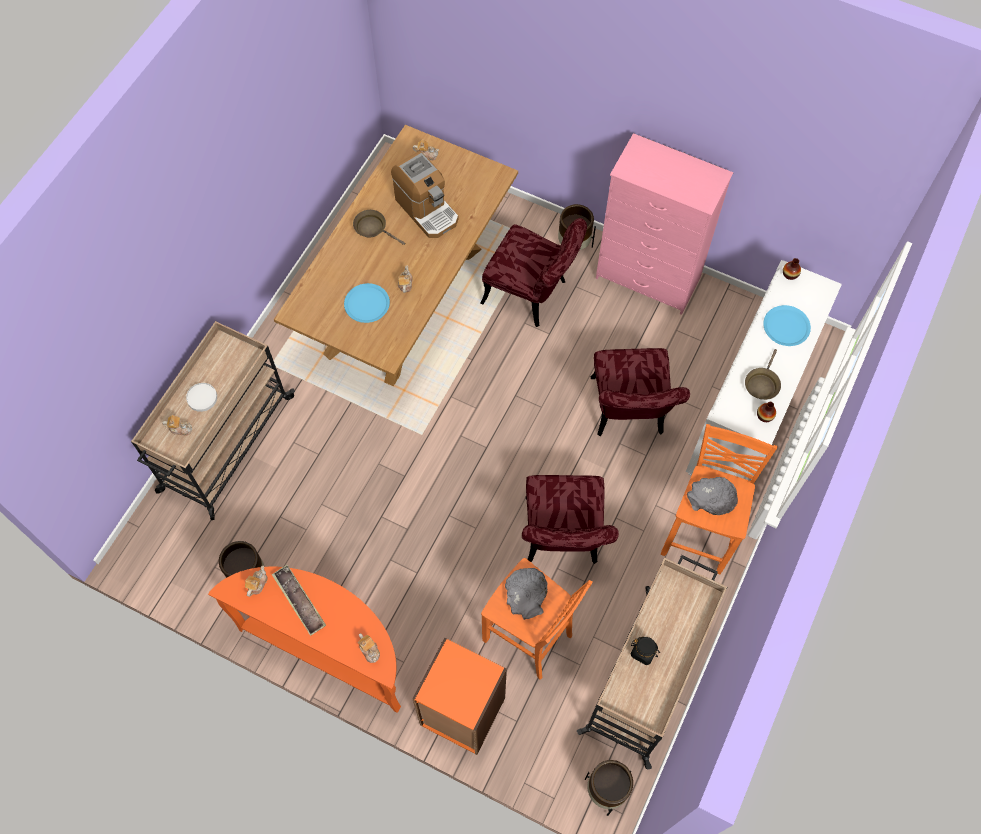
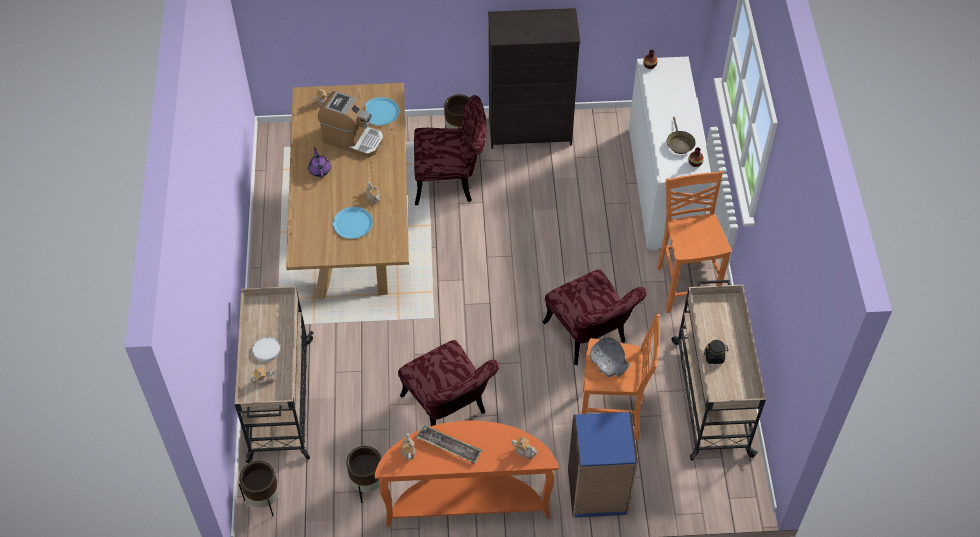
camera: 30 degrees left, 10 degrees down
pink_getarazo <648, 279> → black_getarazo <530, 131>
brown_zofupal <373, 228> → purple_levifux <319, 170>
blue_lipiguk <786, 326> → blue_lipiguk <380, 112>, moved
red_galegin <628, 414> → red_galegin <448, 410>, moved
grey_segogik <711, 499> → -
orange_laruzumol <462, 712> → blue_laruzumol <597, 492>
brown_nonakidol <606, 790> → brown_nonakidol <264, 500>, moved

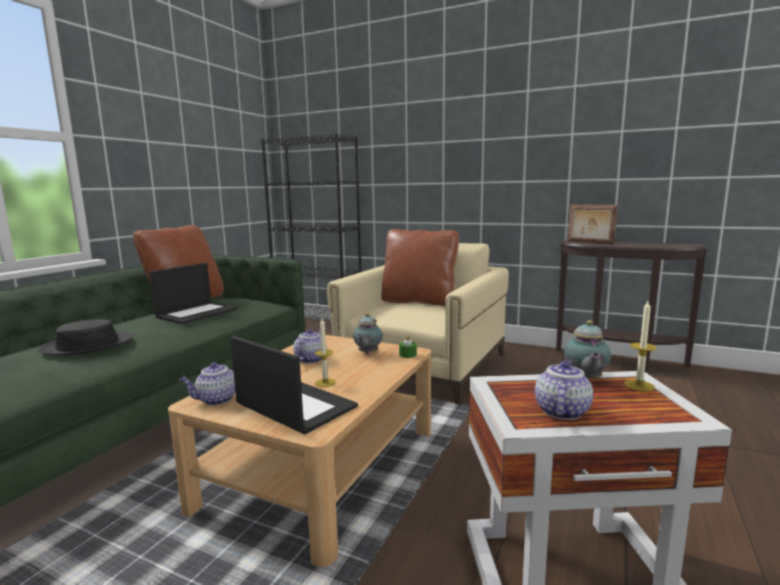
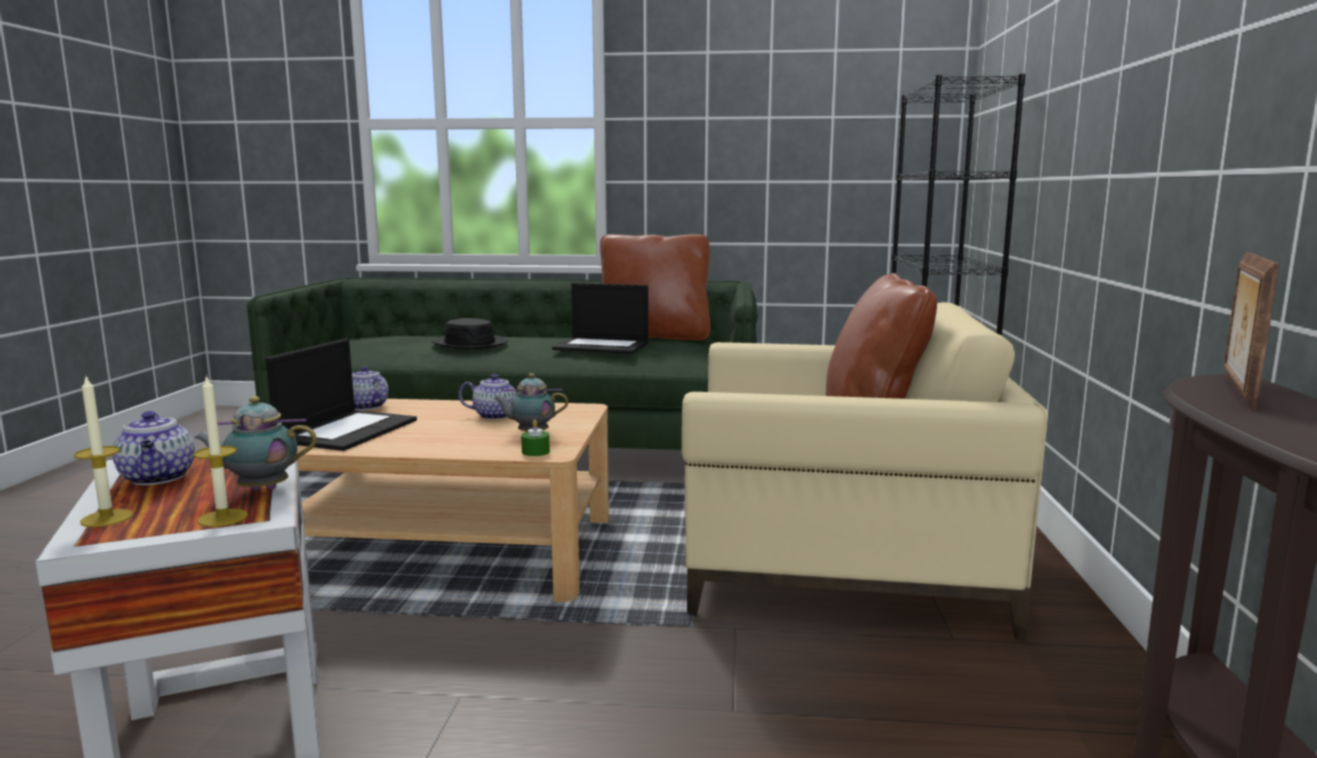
camera: 70 degrees right, 0 degrees up
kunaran <325, 383> → kunaran <107, 518>, moved
levifux <561, 411> → levifux <158, 478>, 60 degrees clockwise

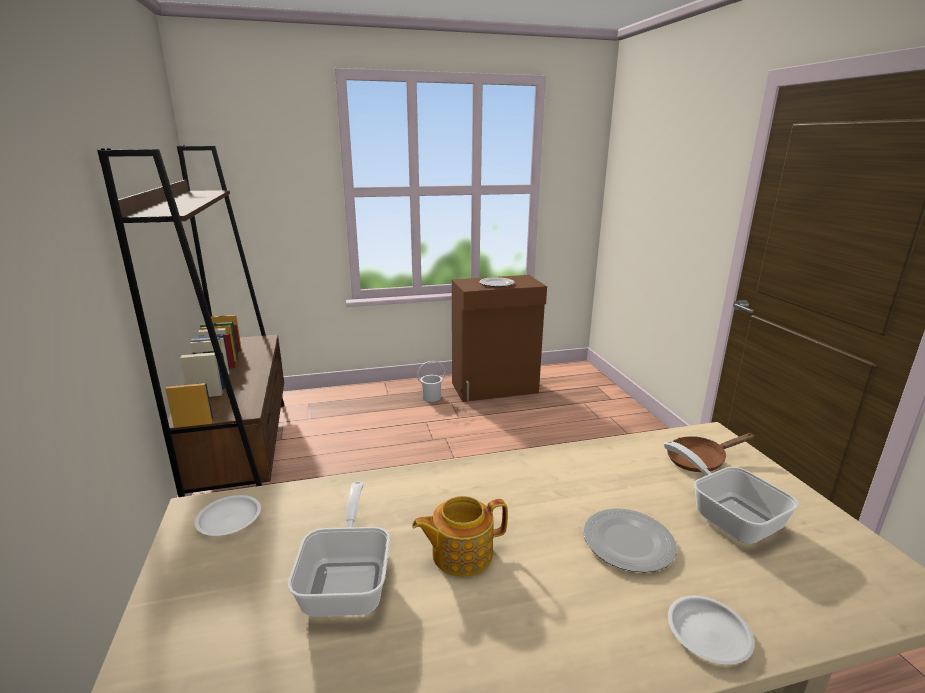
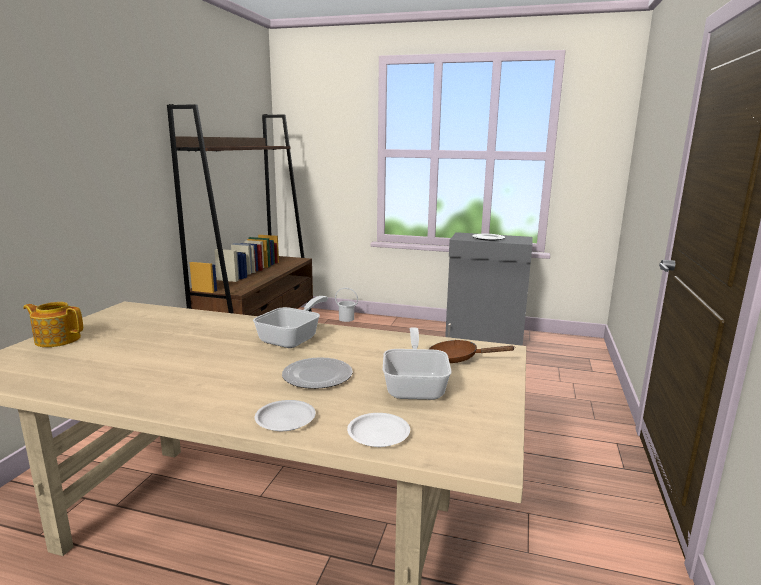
camera: 30 degrees right, 5 degrees down
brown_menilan <495, 388> → grey_menilan <484, 339>
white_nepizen <432, 397> → white_nepizen <346, 319>, moved
zofupal <349, 580> → zofupal <294, 338>, moved
white_lipiguk <229, 518> → white_lipiguk <378, 433>, moved
levifux <460, 553> → levifux <57, 339>, moved

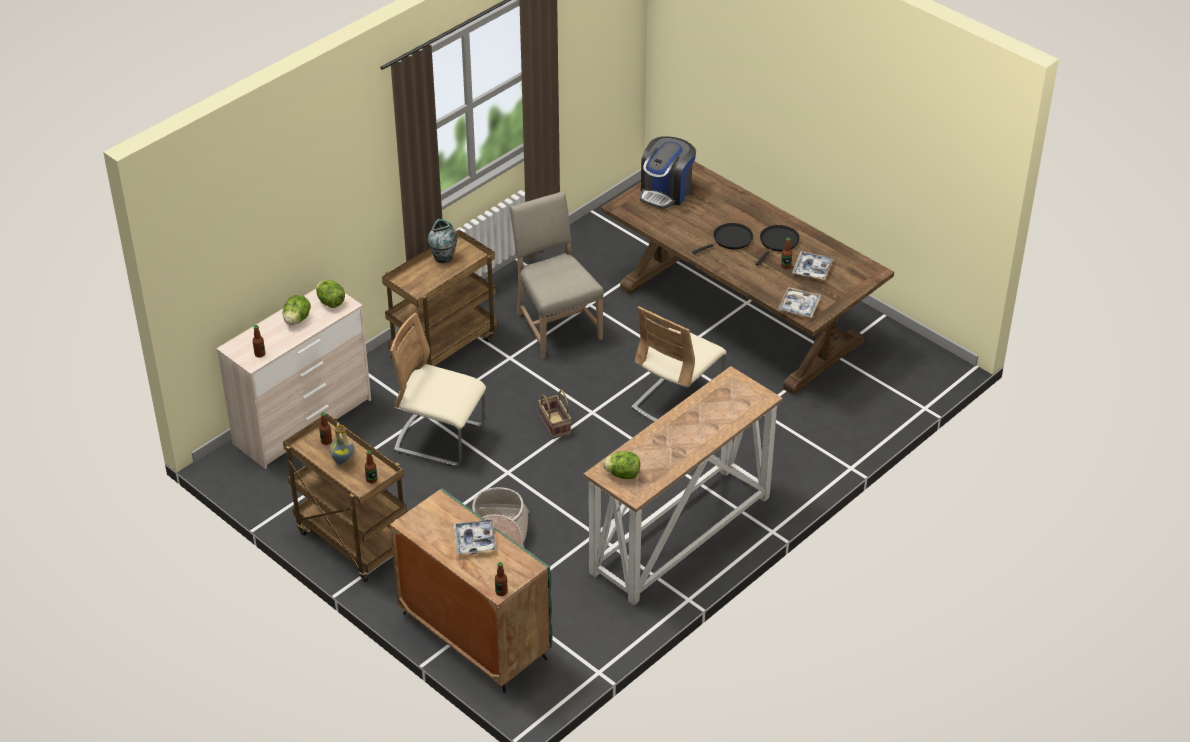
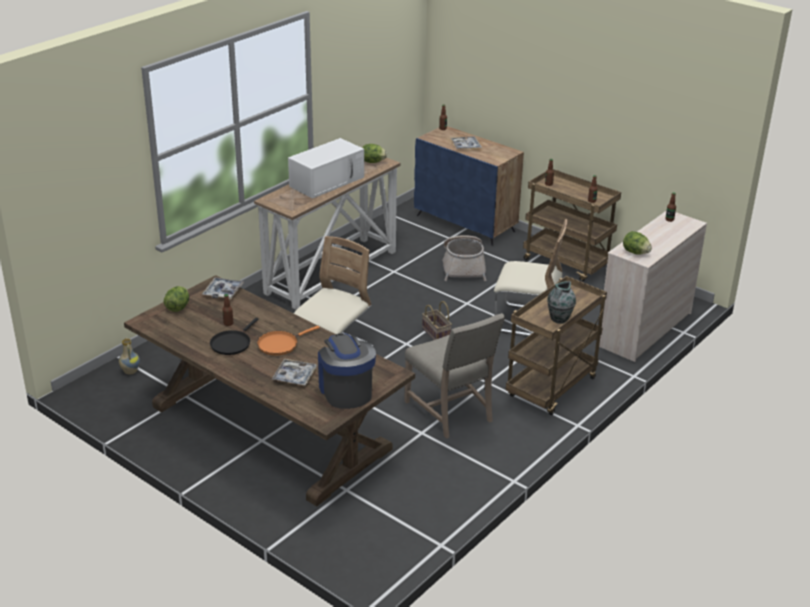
camera: 175 degrees right, 10 degrees down
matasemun <666, 191> → matasemun <346, 390>, 45 degrees counterclockwise
black_zofupal <730, 240> → orange_zofupal <280, 344>
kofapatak <812, 269> → kofapatak <294, 376>, moved
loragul <297, 319> → loragul <178, 307>, moved
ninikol <344, 462> → ninikol <130, 371>, moved
green_menilan <473, 635> → blue_menilan <466, 223>
- → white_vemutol <327, 181>

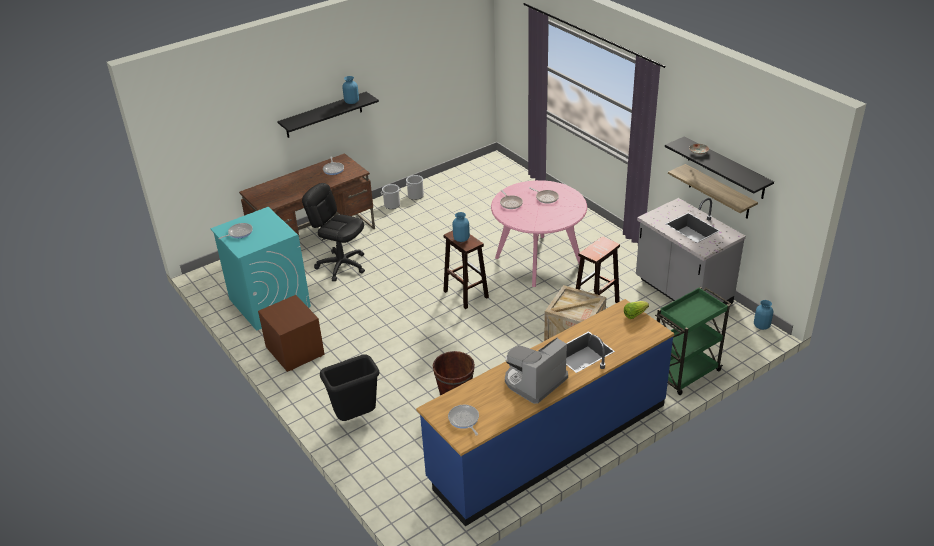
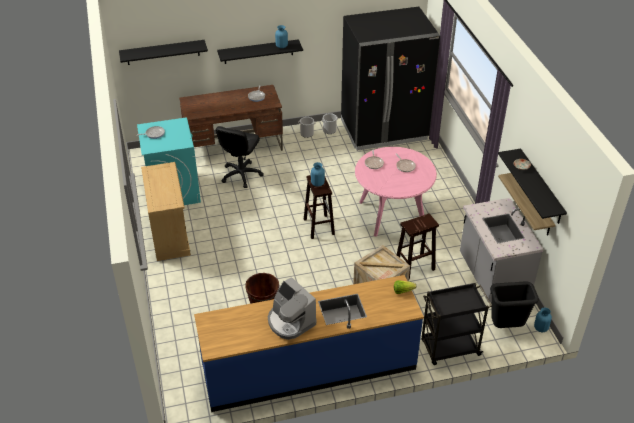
camera: 20 degrees right, 5 degrees up
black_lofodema <341, 265> → black_lofodema <241, 175>, 120 degrees counterclockwise
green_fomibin <684, 374> → black_fomibin <449, 348>
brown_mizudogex <294, 351> → beige_getarazo <170, 234>
matasemun <534, 382> → matasemun <290, 322>, 105 degrees counterclockwise
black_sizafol <355, 418> → black_sizafol <506, 327>, moved
zofupal <464, 420> → -
- → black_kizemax <384, 130>
- → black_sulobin <163, 52>

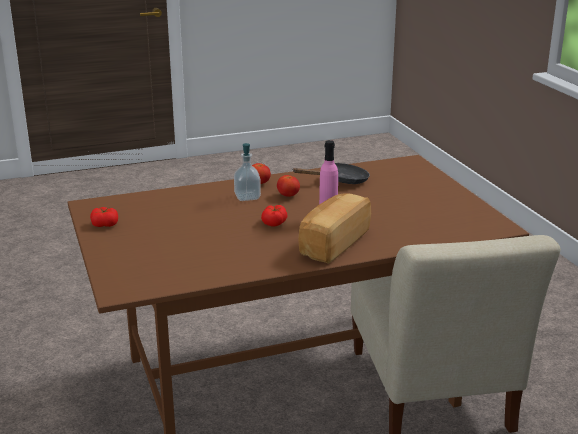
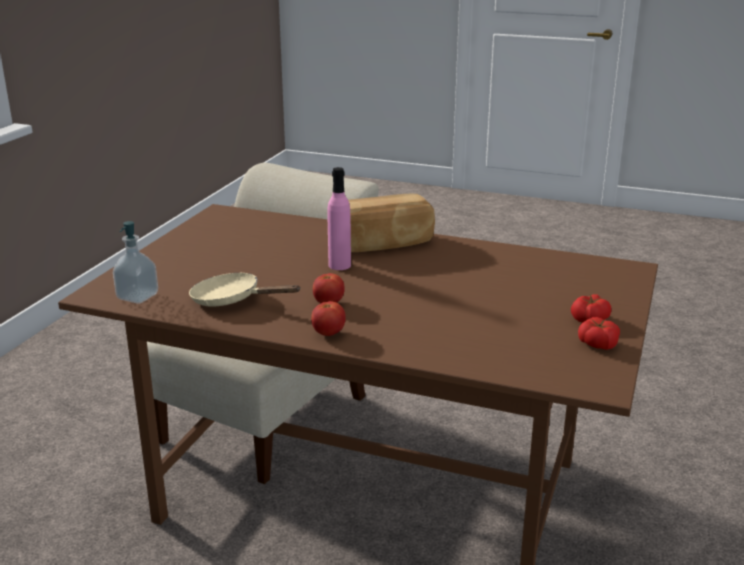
camera: 140 degrees left, 0 degrees up
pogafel <247, 197> → pogafel <137, 297>, moved
black_zofupal <340, 180> → beige_zofupal <232, 300>
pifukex <274, 222> → pifukex <589, 319>, moved

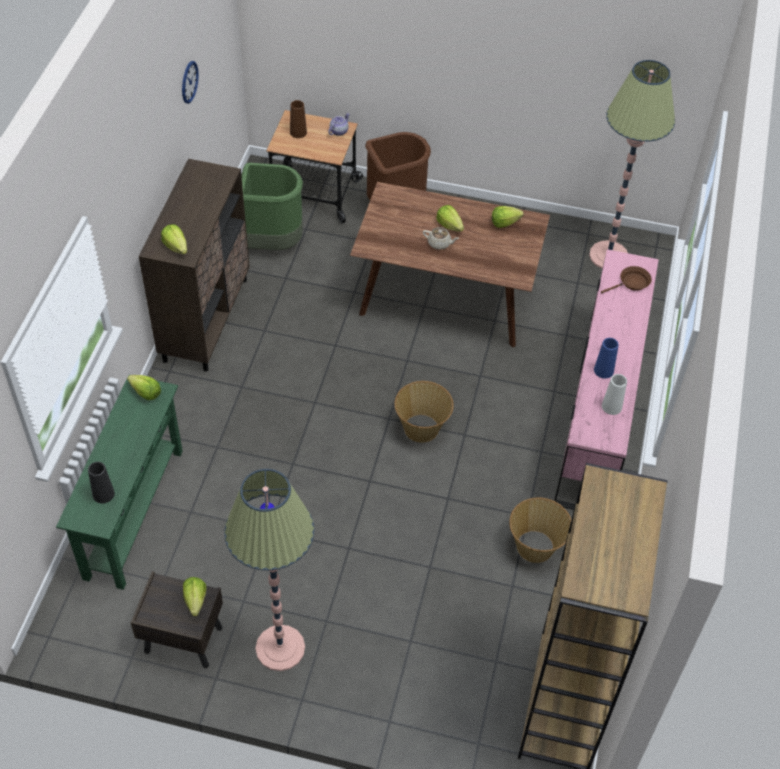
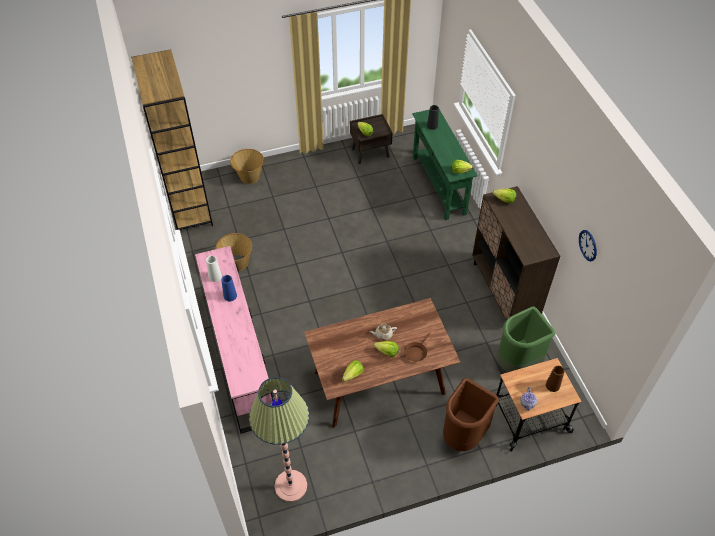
camera: 150 degrees right, 0 degrees up
brown_zofupal <632, 283> → brown_zofupal <416, 352>, moved
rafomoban <422, 428> → rafomoban <249, 176>, moved
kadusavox <280, 648> → -

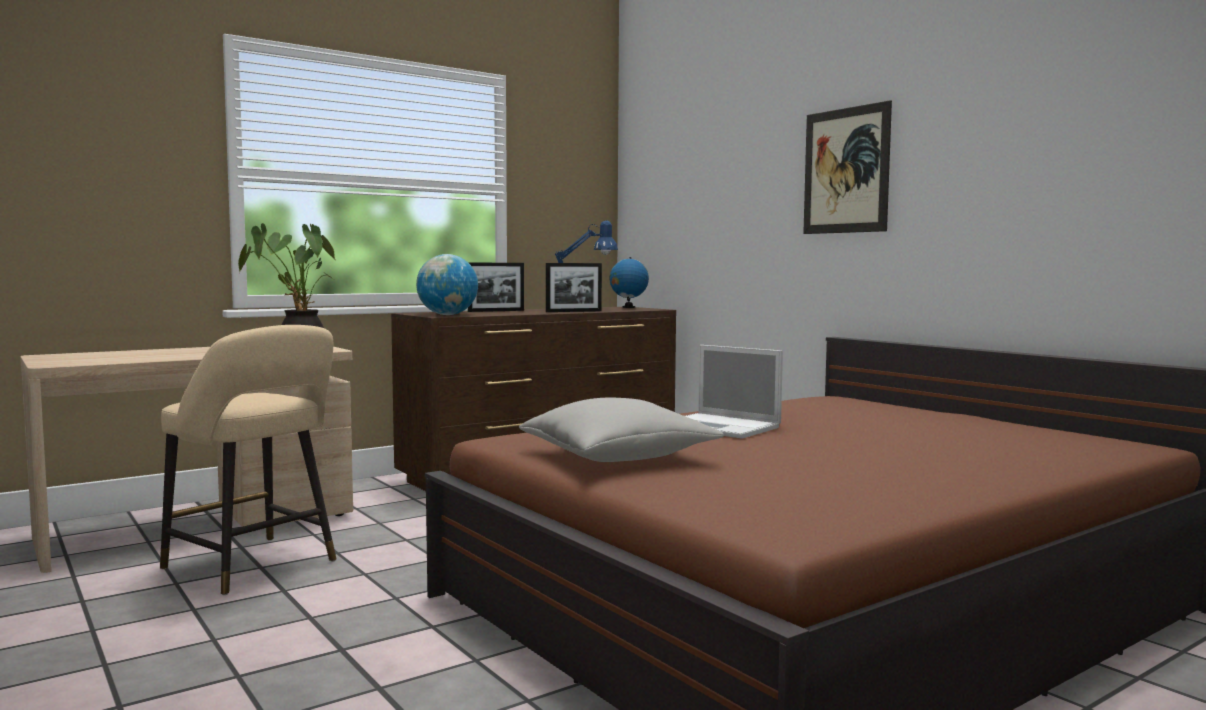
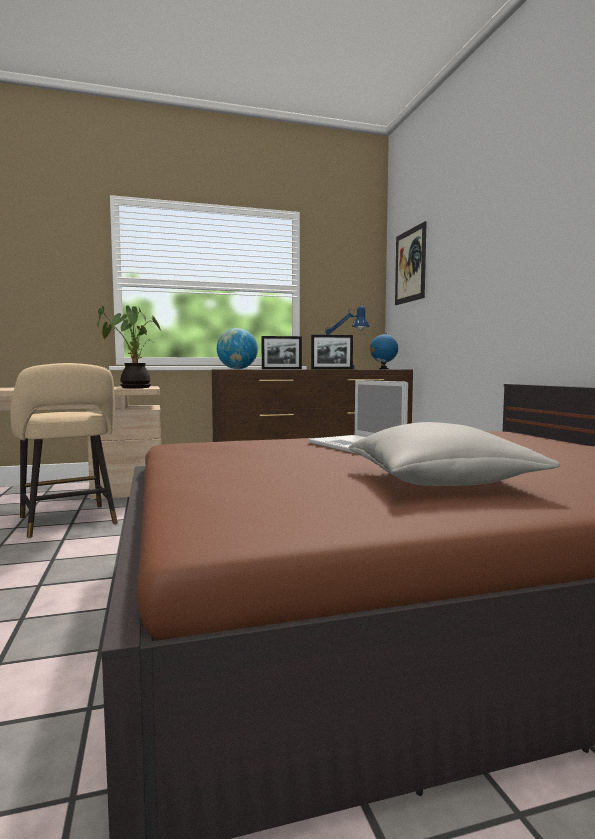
camera: 20 degrees right, 0 degrees up
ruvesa <846, 170> → ruvesa <410, 265>, moved
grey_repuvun <618, 457> → grey_repuvun <440, 481>, moved

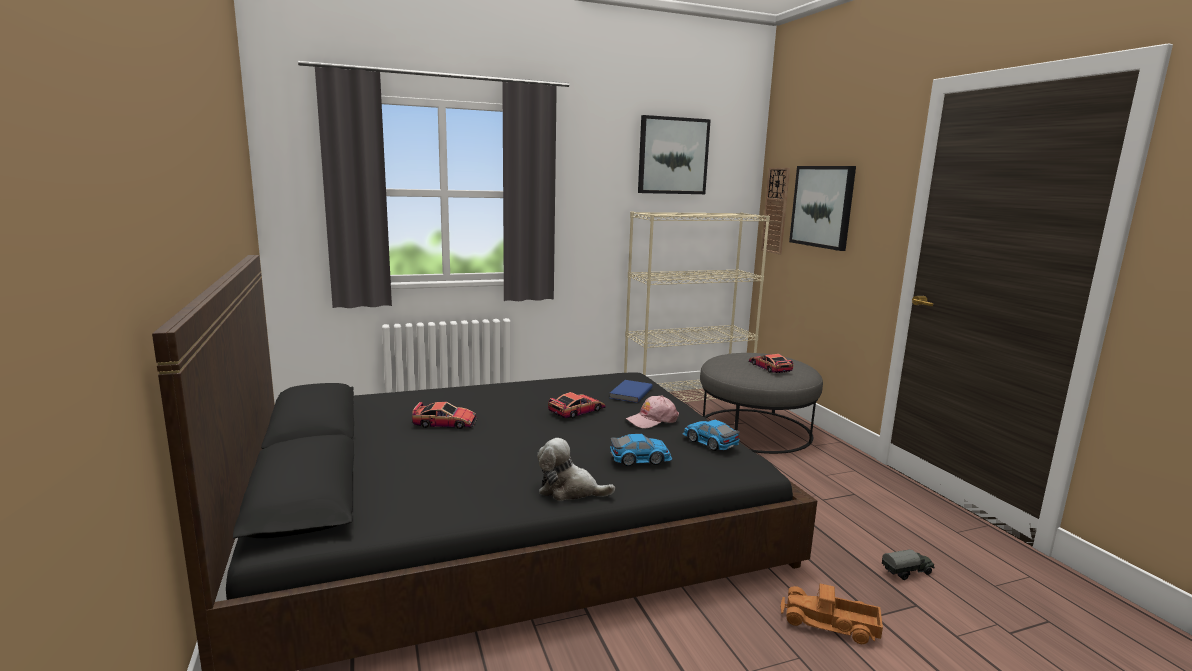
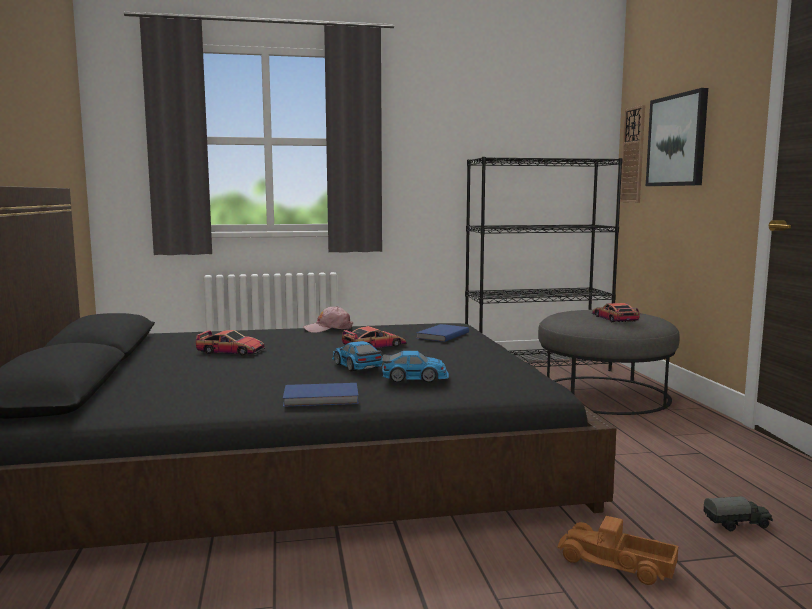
camera: 10 degrees right, 5 degrees down
ruvesa <672, 156> → -
beige_laruzumol <687, 399> → black_laruzumol <537, 367>
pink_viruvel <652, 420> → pink_viruvel <328, 329>, moved
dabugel <709, 441> → dabugel <356, 365>, moved
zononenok <569, 490> → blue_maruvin <322, 398>

